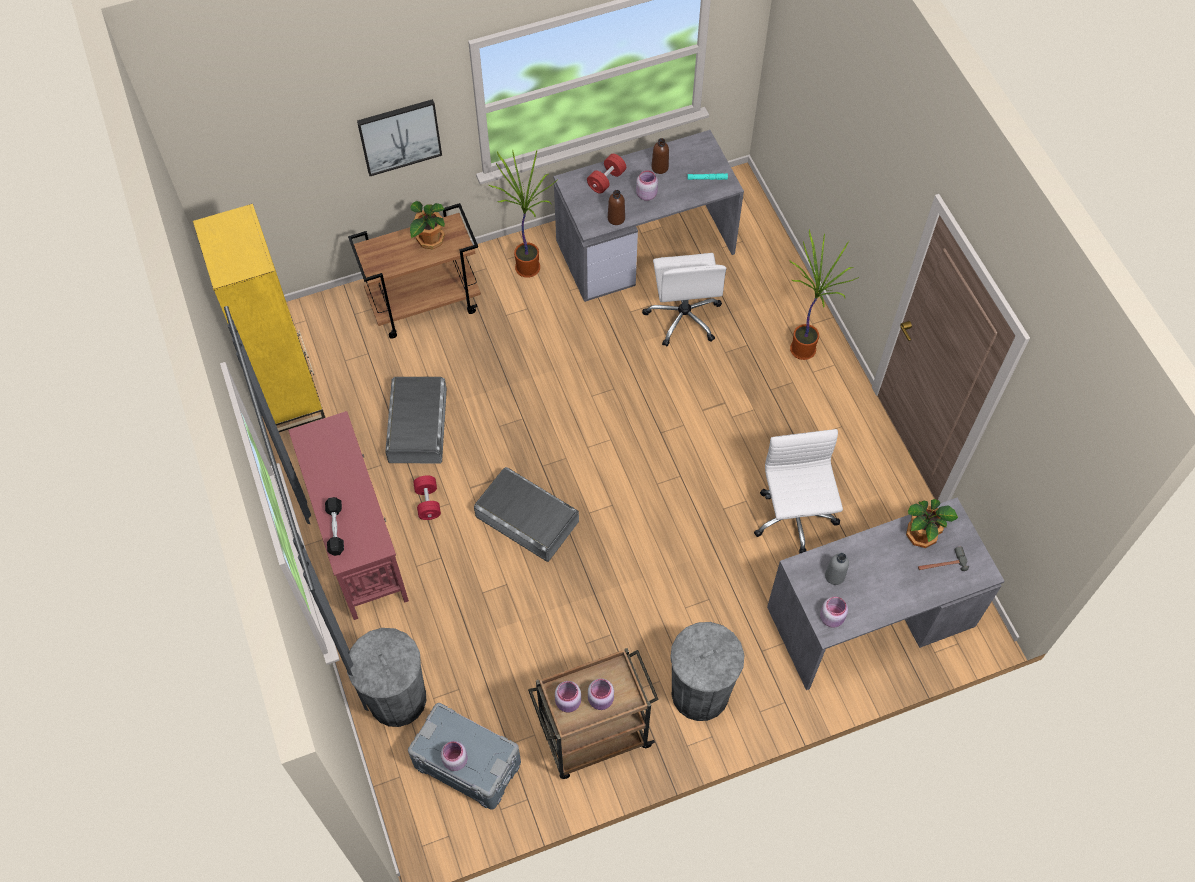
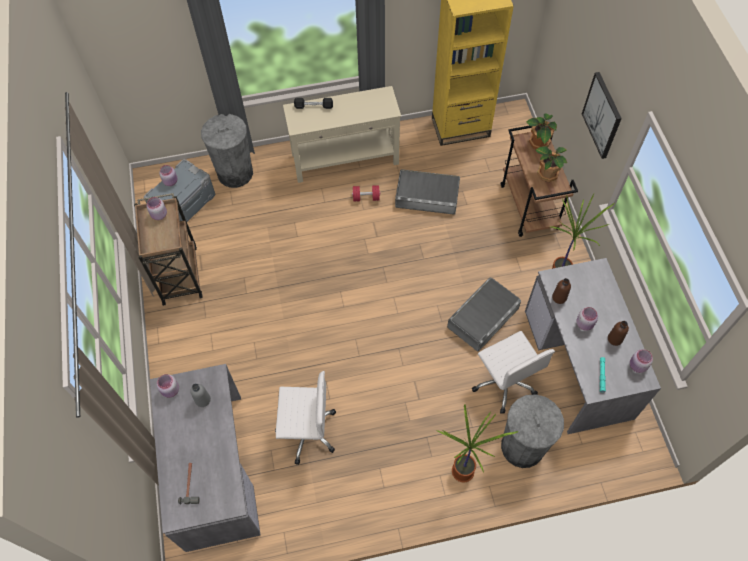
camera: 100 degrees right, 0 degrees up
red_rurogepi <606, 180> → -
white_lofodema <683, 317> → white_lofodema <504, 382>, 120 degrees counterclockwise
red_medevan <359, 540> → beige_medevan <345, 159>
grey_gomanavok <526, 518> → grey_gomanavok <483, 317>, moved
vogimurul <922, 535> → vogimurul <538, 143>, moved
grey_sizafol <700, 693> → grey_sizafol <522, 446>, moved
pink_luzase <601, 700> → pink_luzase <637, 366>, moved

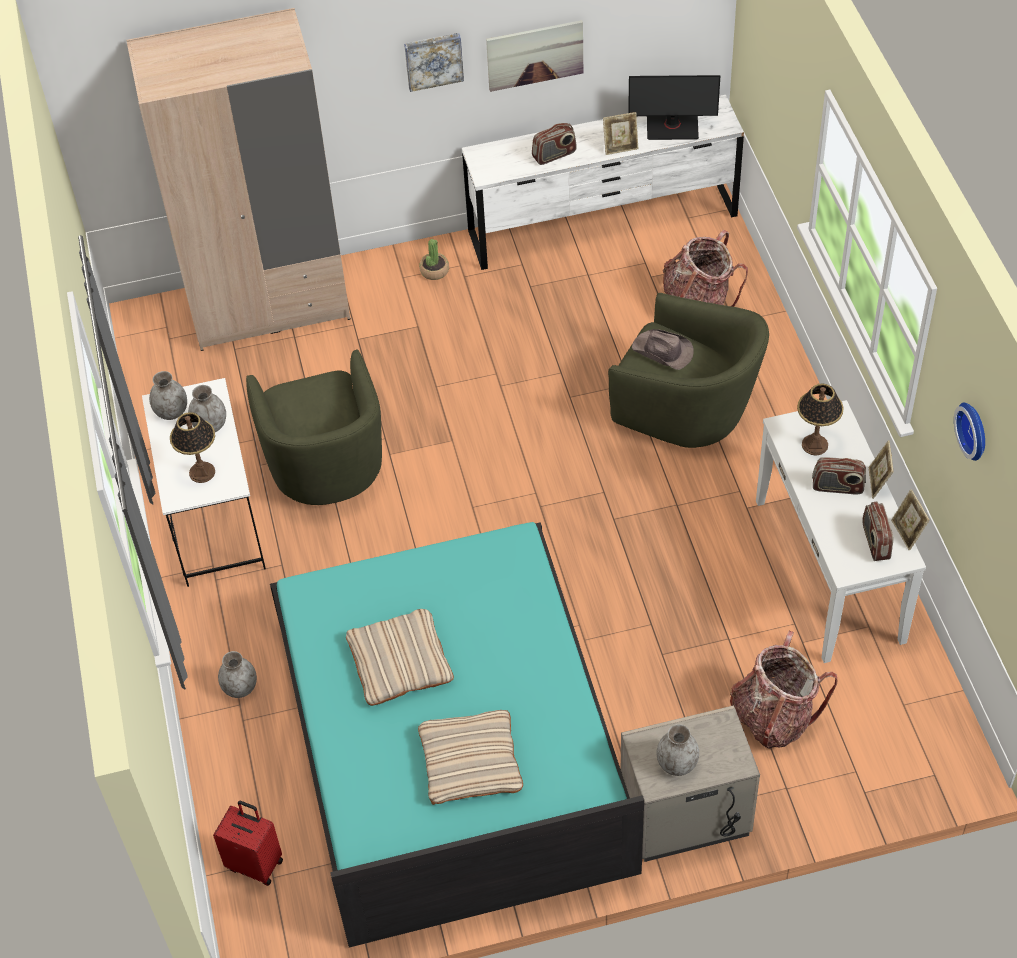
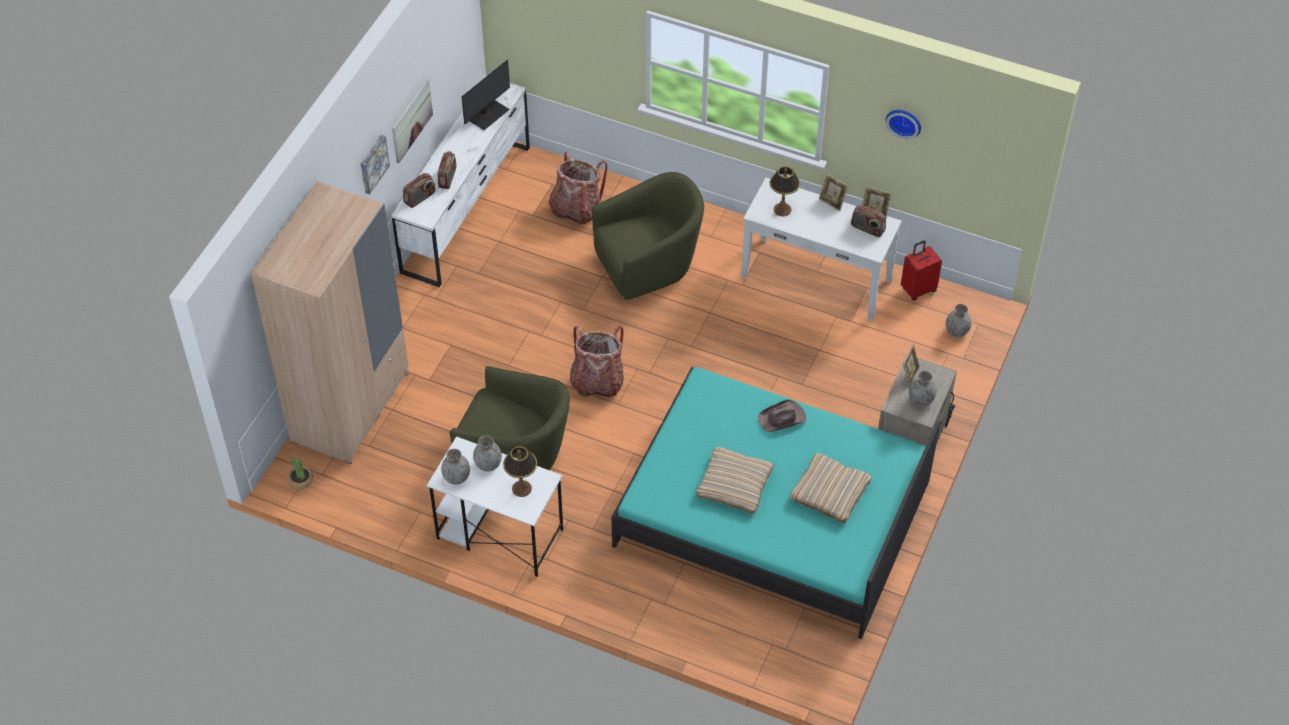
camera: 55 degrees left, 0 degrees up
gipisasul <620, 147> → gipisasul <909, 374>, moved
vogimurul <434, 271> → vogimurul <301, 480>, moved
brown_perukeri <663, 351> → brown_perukeri <782, 418>, moved
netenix <837, 487> → netenix <420, 198>, moved
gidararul <773, 716> → gidararul <597, 381>, moved
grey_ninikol <240, 687> → grey_ninikol <956, 331>, moved
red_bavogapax <256, 863> → red_bavogapax <918, 289>, moved

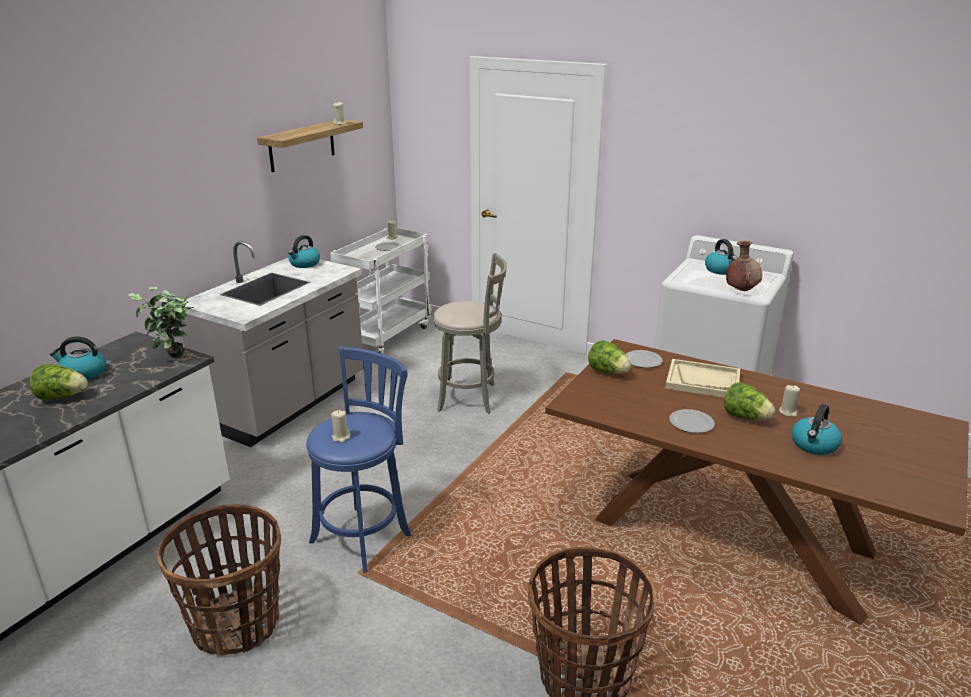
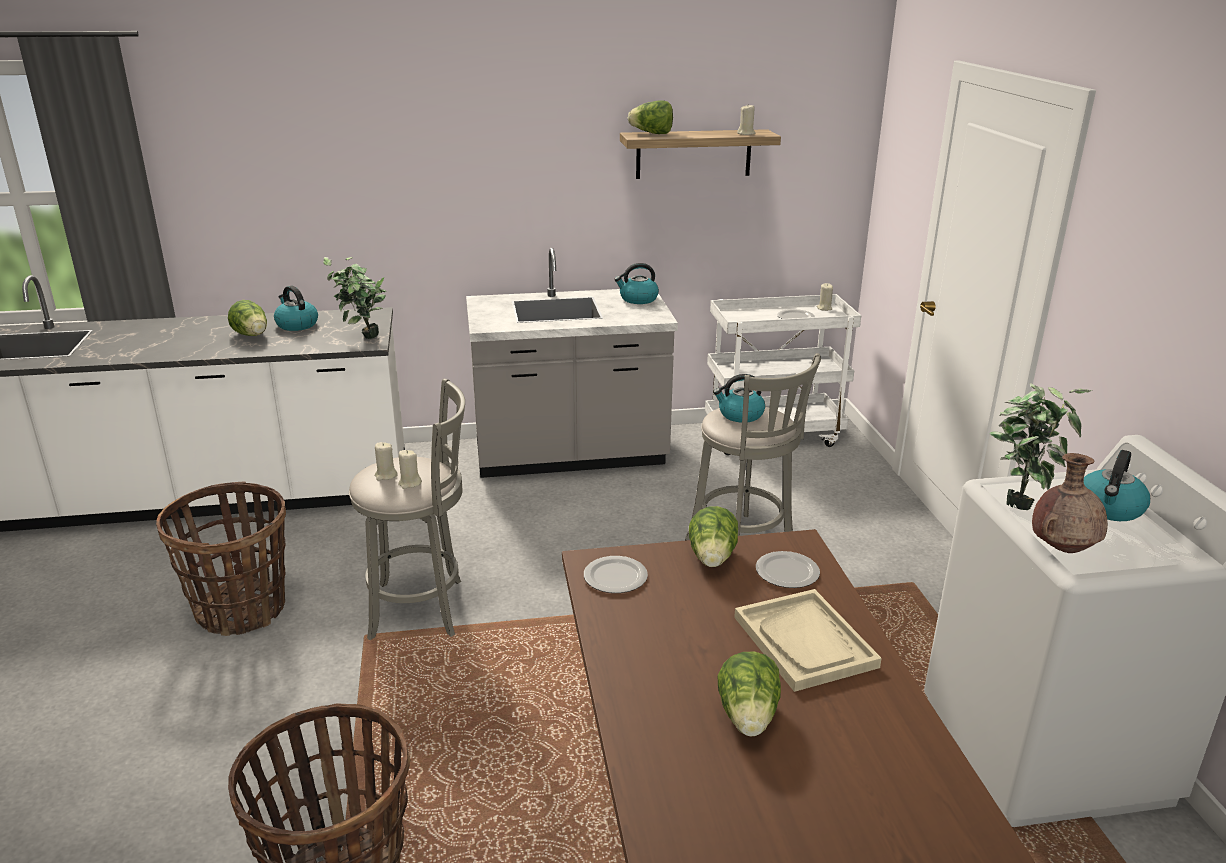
camera: 50 degrees right, 0 degrees up
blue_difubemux <364, 536> → grey_difubemux <423, 609>
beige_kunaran <788, 412> → beige_kunaran <409, 483>, moved
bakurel <814, 445> → bakurel <740, 415>, moved
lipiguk <691, 423> → lipiguk <614, 577>, moved
- → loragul <652, 133>
- → vogimurul <1020, 501>

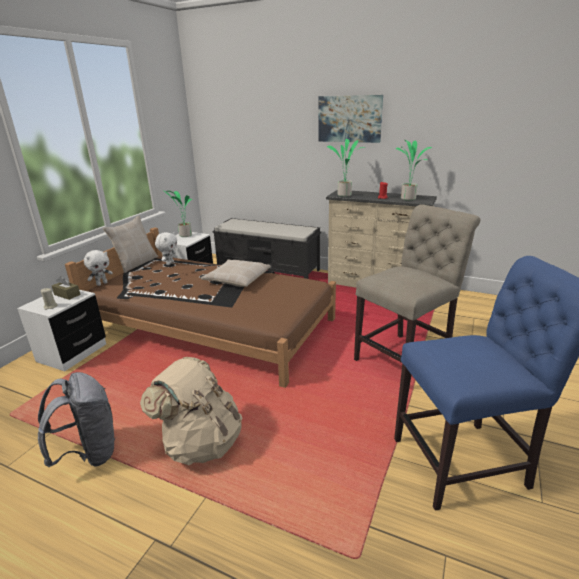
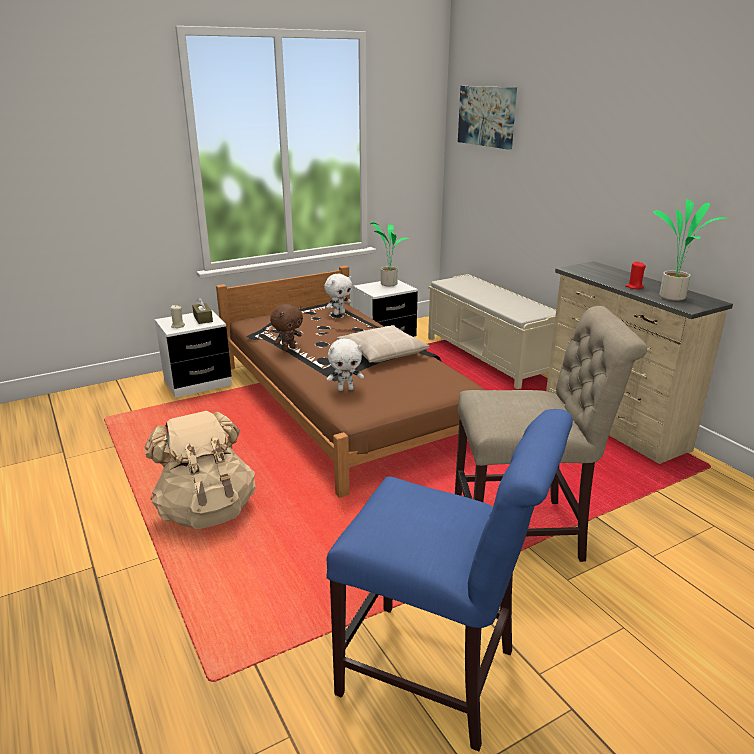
camera: 35 degrees right, 0 degrees up
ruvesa <349, 119> → ruvesa <487, 116>, moved
vogimurul <345, 195> → -
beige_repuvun <136, 264> → -
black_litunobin <268, 269> → beige_litunobin <489, 357>
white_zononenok <102, 283> → white_zononenok <345, 389>, moved
grey_gidararul <89, 453> → -
- → brown_zononenok <288, 348>

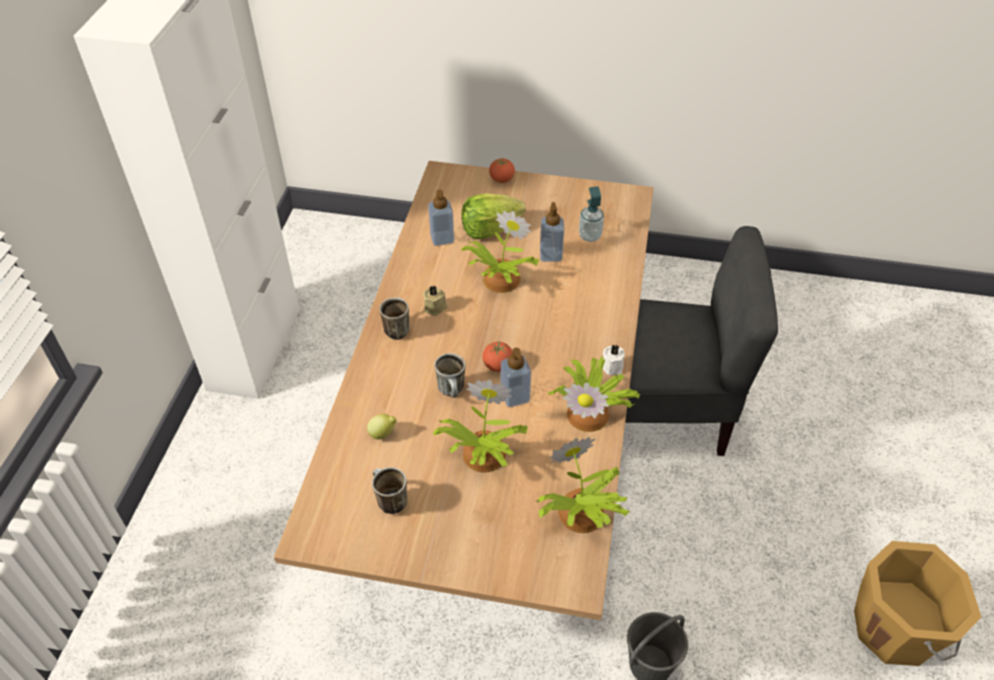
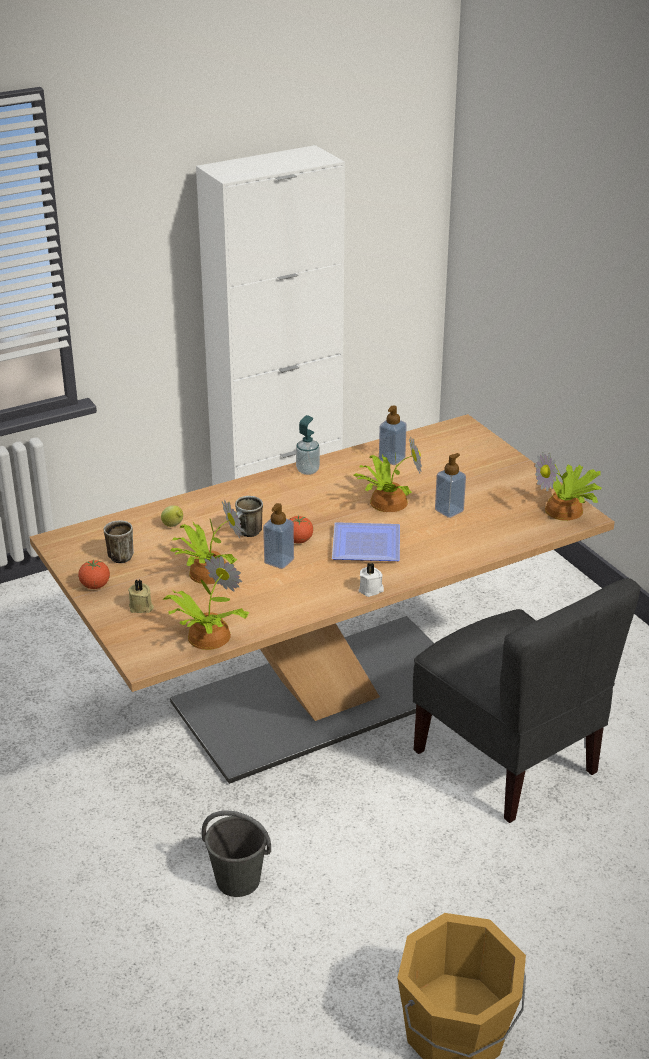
camera: 50 degrees right, 15 degrees down
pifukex <501, 180> → pifukex <95, 586>, moved
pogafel <590, 236> → pogafel <307, 470>, moved
loragul <490, 229> → -
beige_kunaran <435, 308> → beige_kunaran <141, 607>, moved
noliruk <396, 329> → -
vogimurul <590, 412> → vogimurul <566, 510>, moved
- → lipiguk <364, 544>

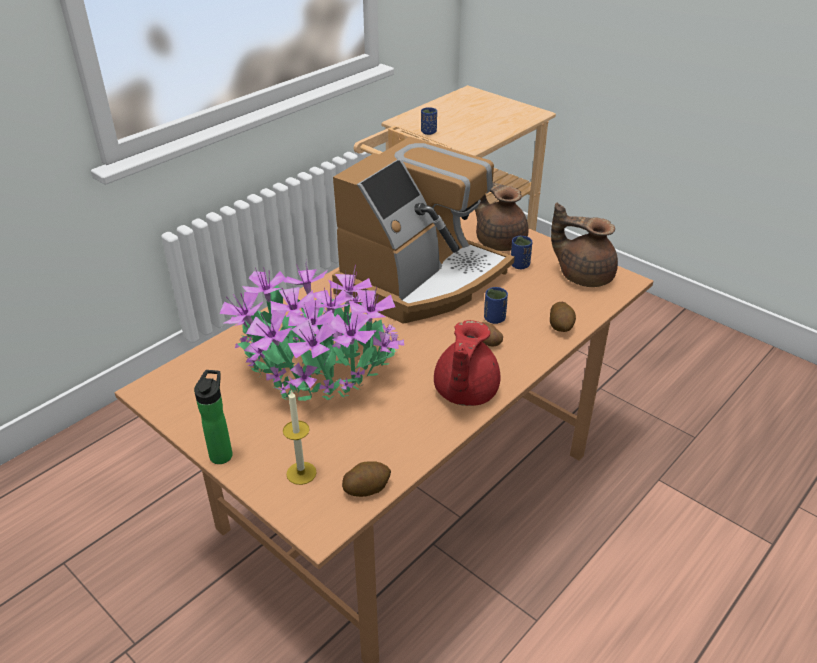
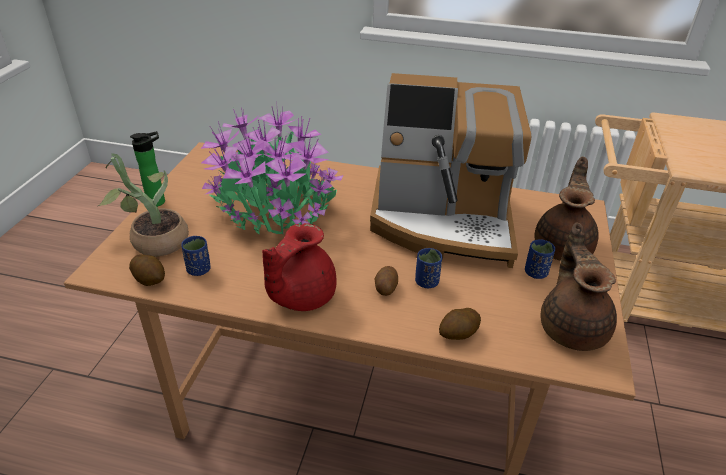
camera: 60 degrees right, 0 degrees up
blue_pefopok <428, 132> → blue_pefopok <199, 270>, moved
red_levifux <464, 392> → red_levifux <300, 296>, 45 degrees counterclockwise
kunaran <301, 473> → vogimurul <153, 242>

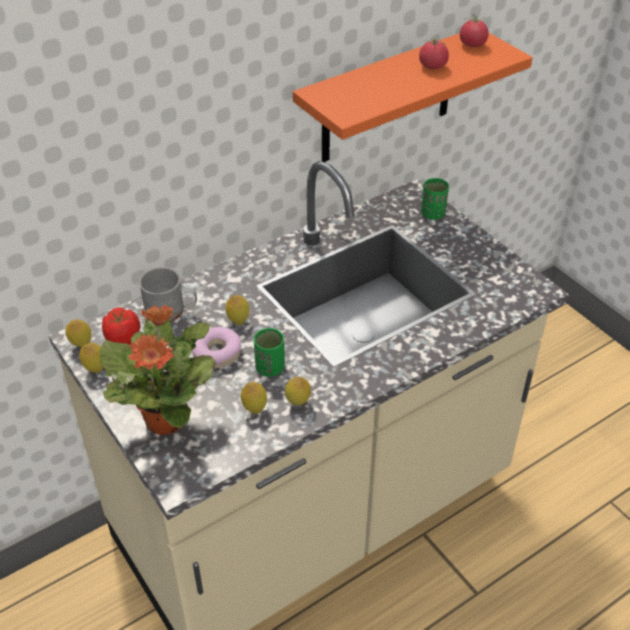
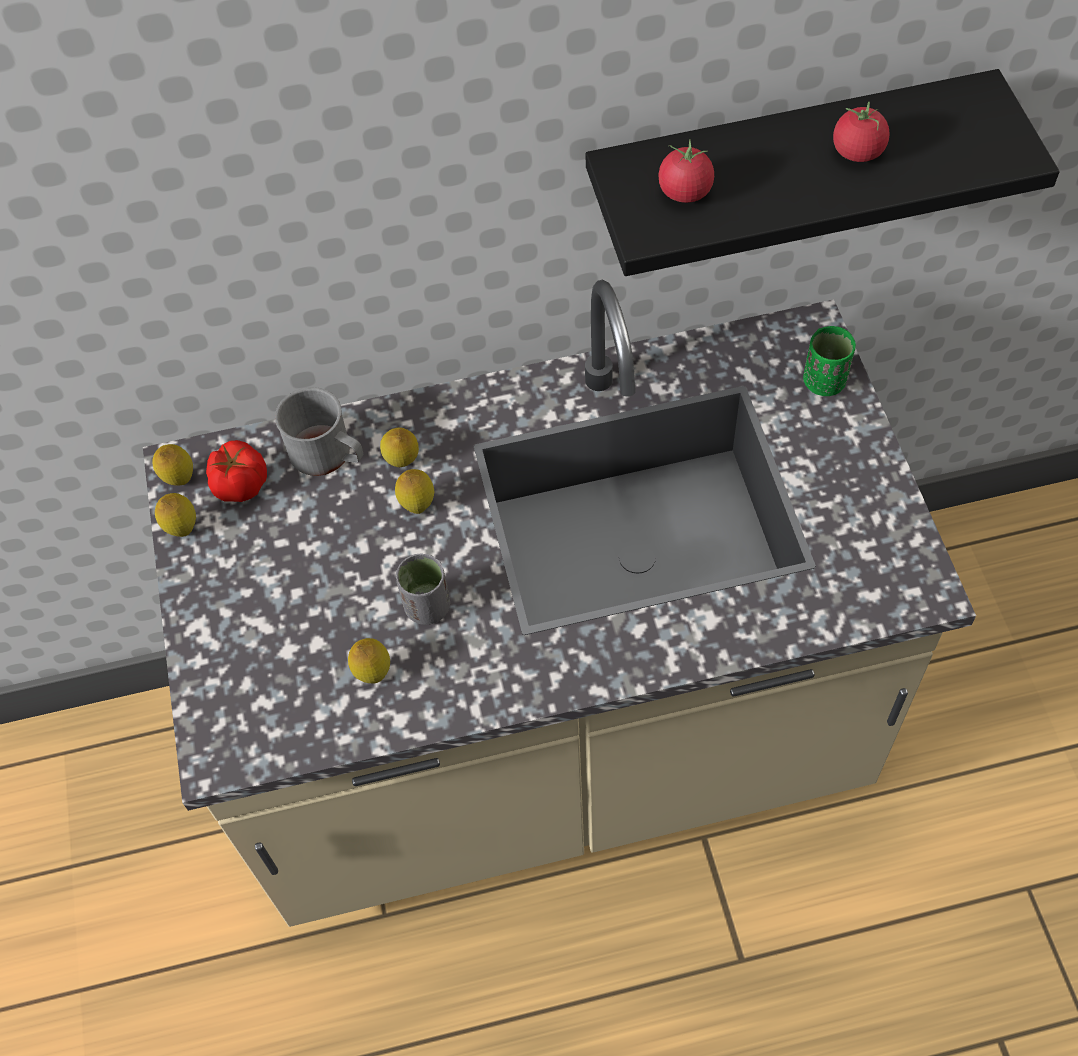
camera: 25 degrees right, 15 degrees up
pifukex <472, 45> → pifukex <685, 192>, moved
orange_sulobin <387, 97> → black_sulobin <785, 170>
vogimurul <166, 418> → -
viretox <217, 353> → -
green_pefopok <270, 368> → grey_pefopok <427, 607>
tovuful <298, 403> → tovuful <402, 462>, moved

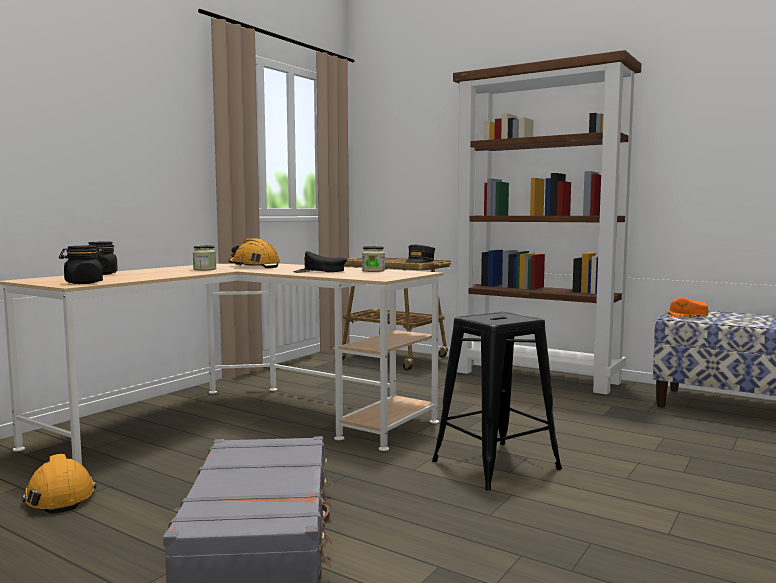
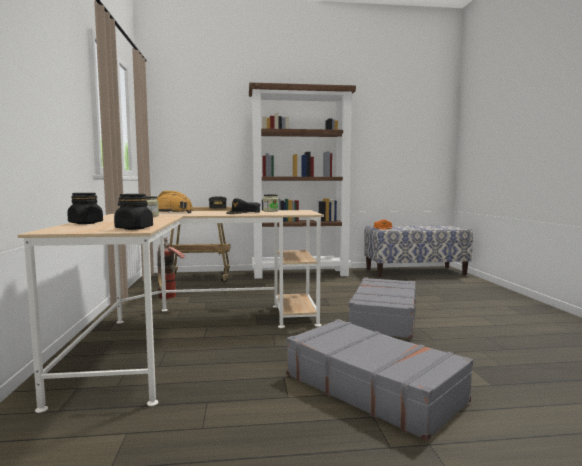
camera: 40 degrees left, 0 degrees up
black_difubemux <496, 465> → grey_bavogapax <383, 317>
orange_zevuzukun <60, 497> → -
- → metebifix <168, 298>

